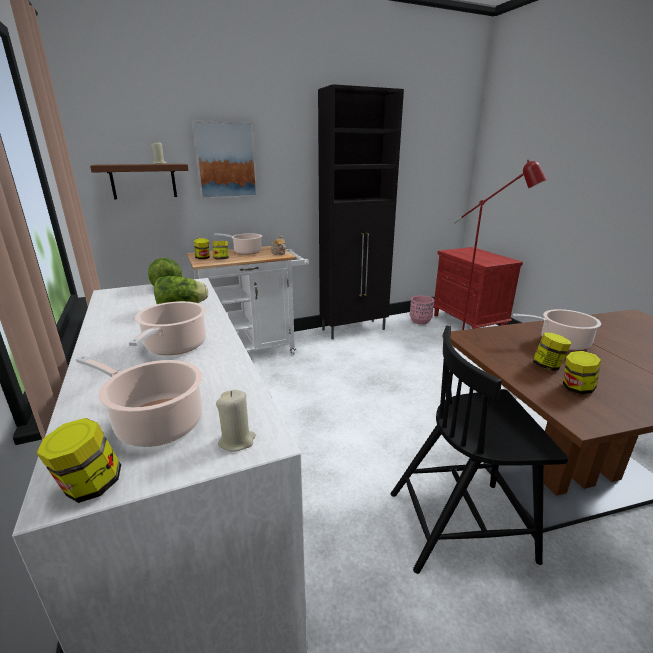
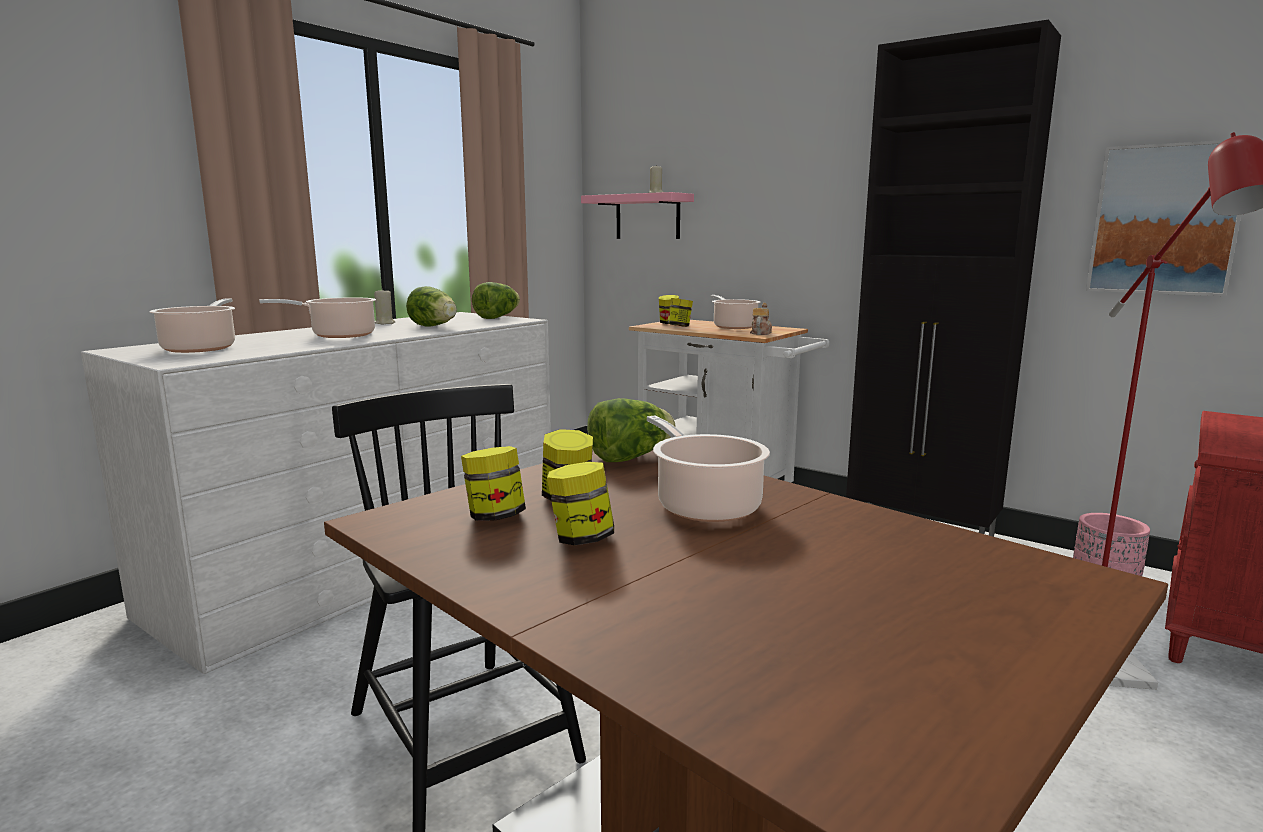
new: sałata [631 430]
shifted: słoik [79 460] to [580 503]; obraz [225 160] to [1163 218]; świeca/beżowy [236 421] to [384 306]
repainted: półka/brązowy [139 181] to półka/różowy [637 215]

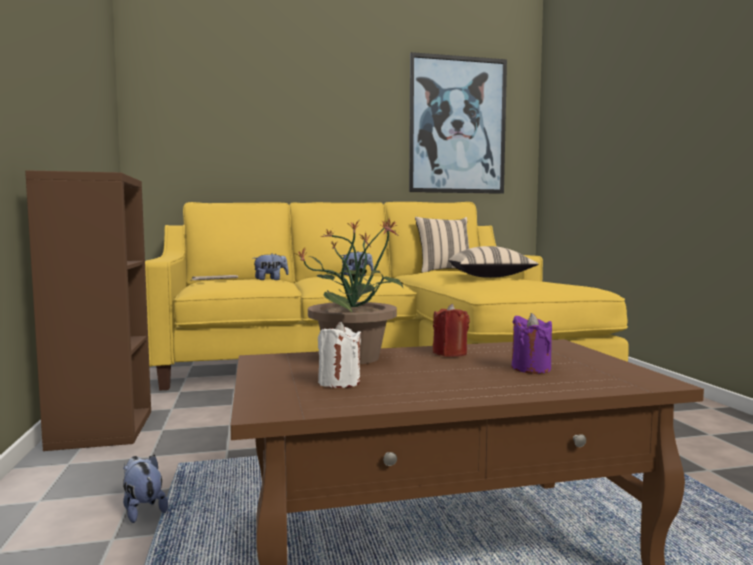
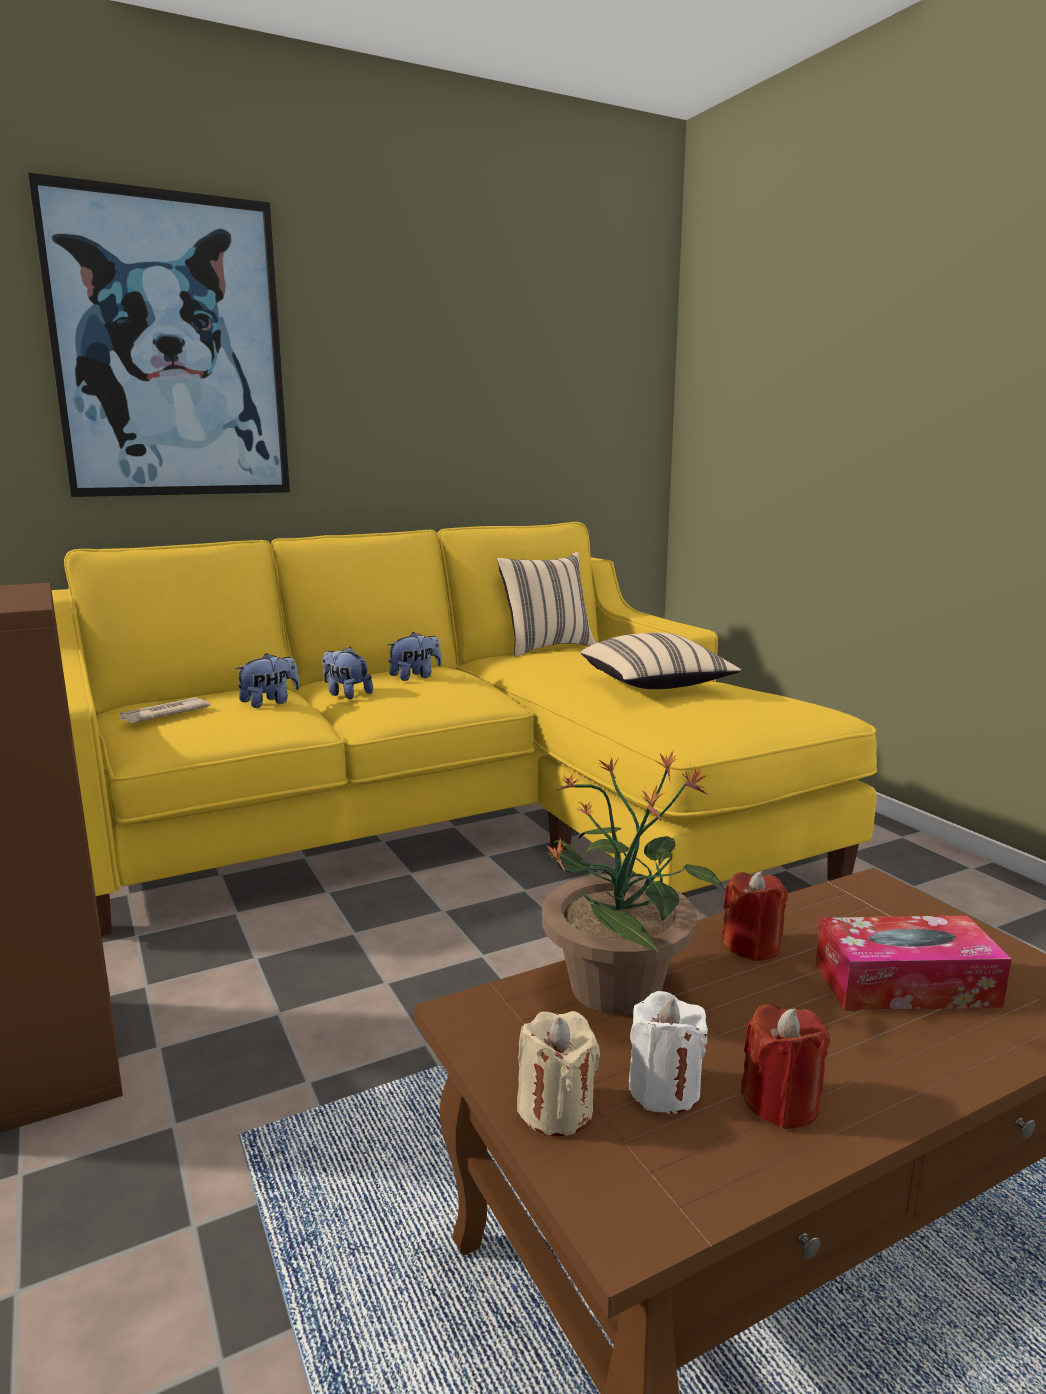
new: świeca/beżowy [558 1073]; świeca/czerwony [785 1066]
shifted: pluszak [145 489] to [347 673]; obraz [458 123] to [159 334]
swapped: świeca/fioletowy [531 343] to pudełko chusteczek [913 963]

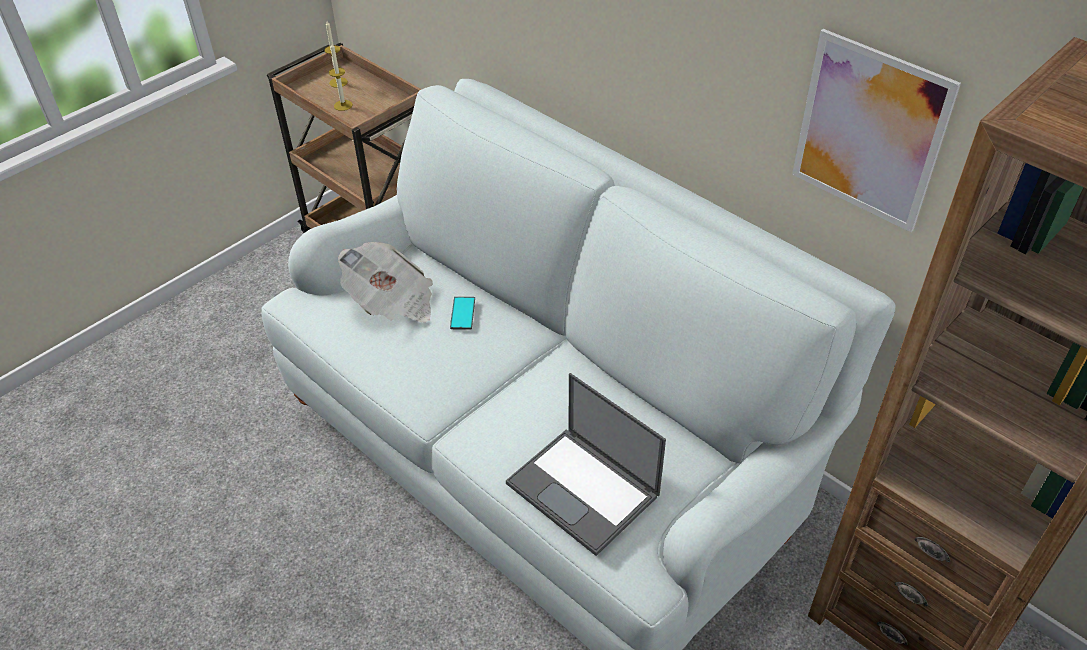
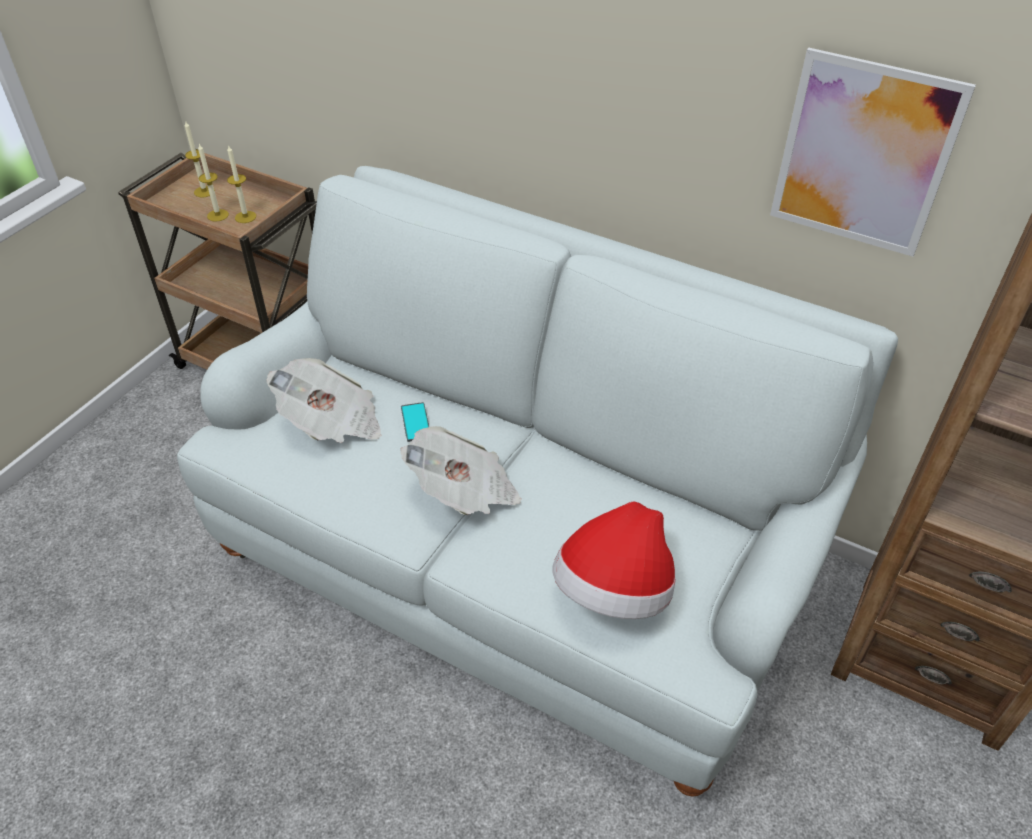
new: świeca [241 184]; gazeta [461 470]
swapped: laptop [586 464] to kapelusz [614 560]

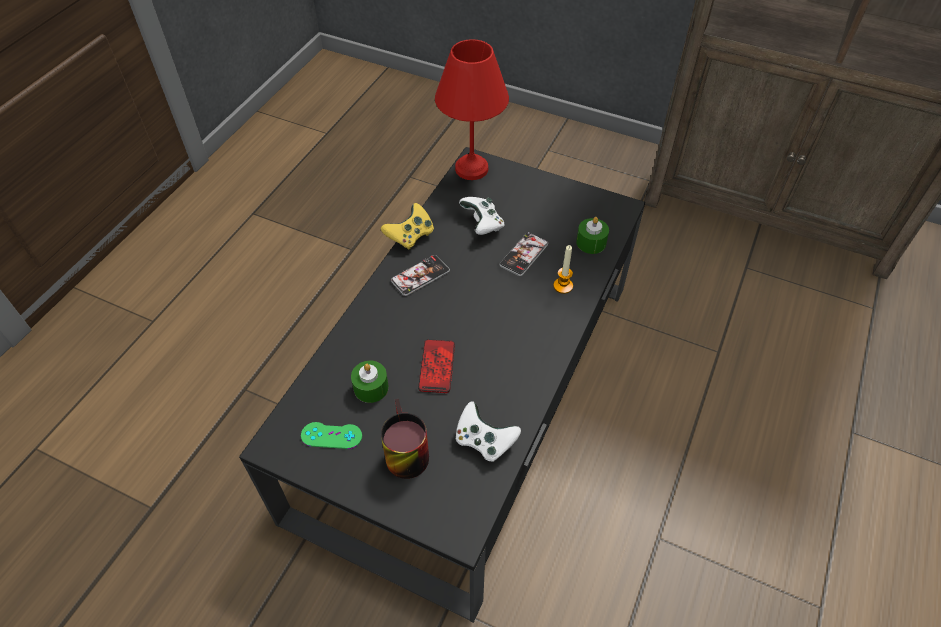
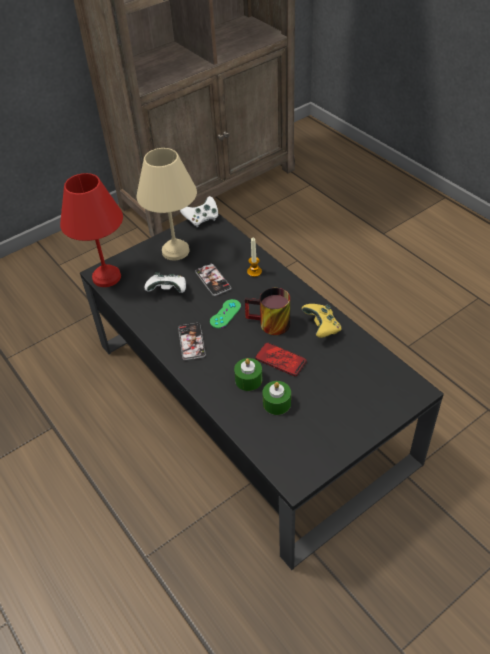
new: lampa stołowa/beżowy [167 204]
shifted: pad do gier/zielony [331 435] to [225 313]; pad do gier/żółty [407 226] to [321 321]; kubek [405 439] to [267 311]; pad do gier/biały [488 431] to [199 211]; świeca/zielony [592 235] to [248 374]

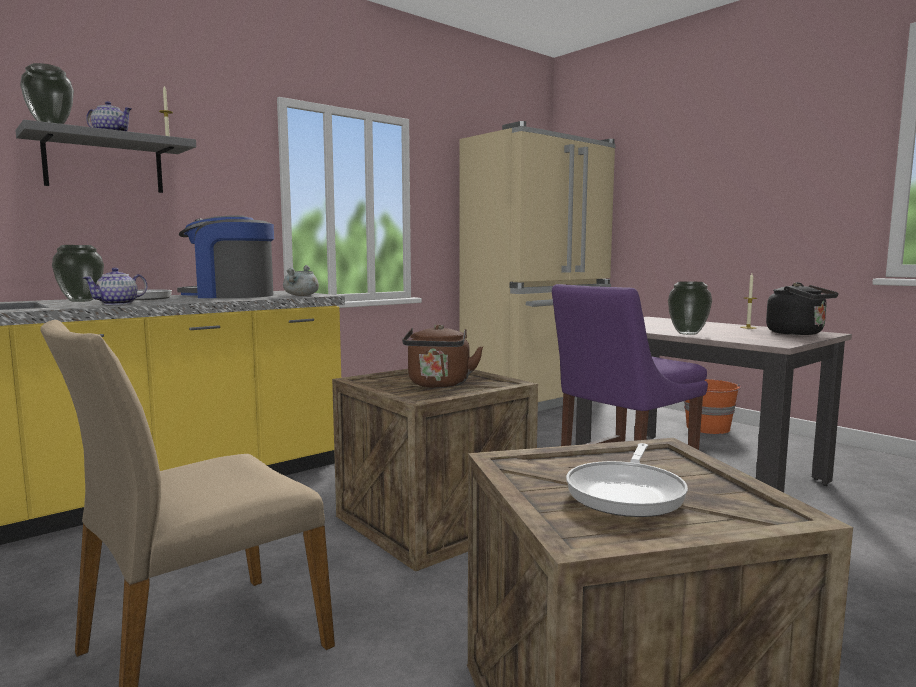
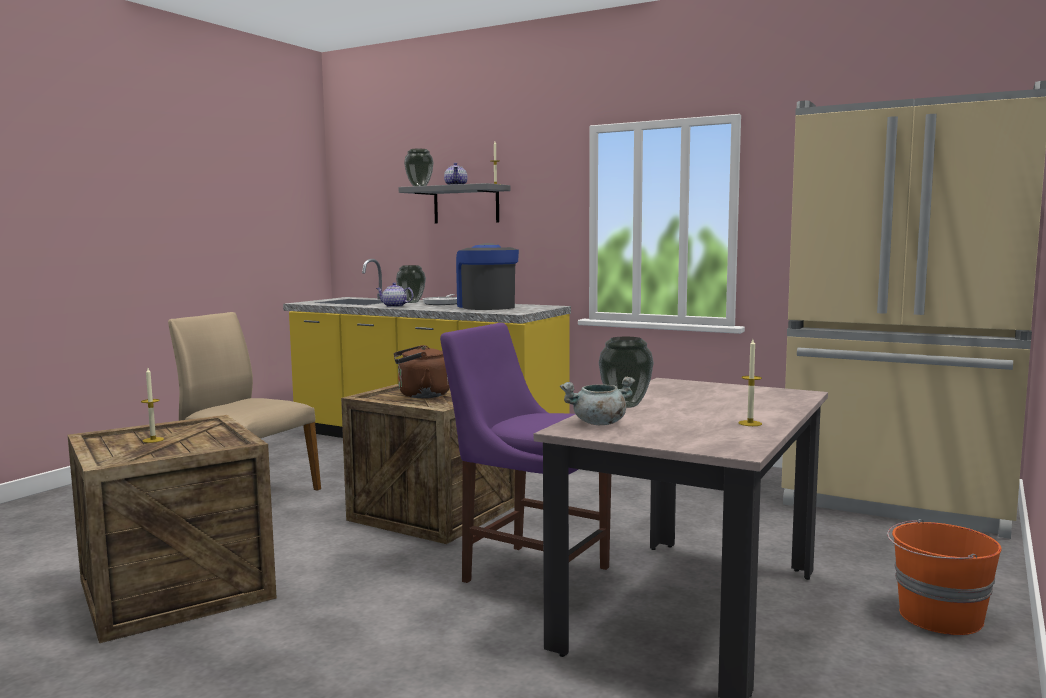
gone: czajnik/czarny [802 308]
shifted: garnek/szary [301 280] to [597 401]
swapped: patelnia [627 480] to świeca [152 405]

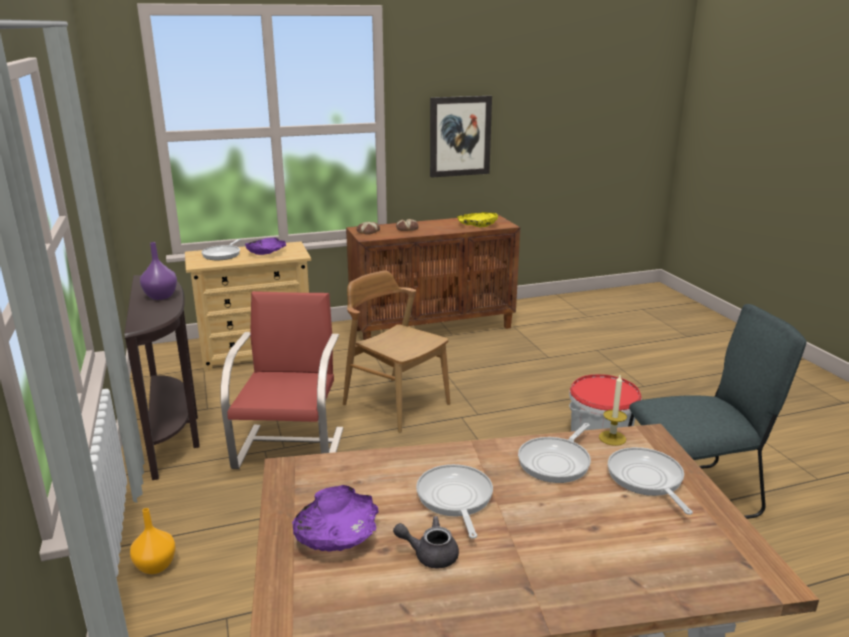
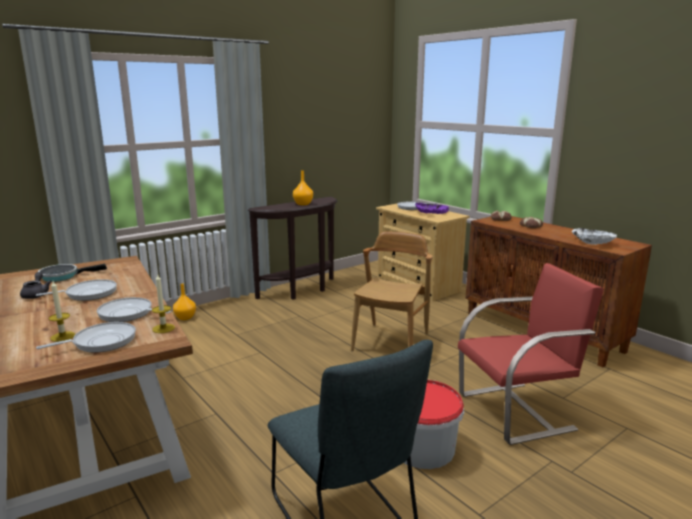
gone: obraz [461 137]
new: świeca [61 311]
shifted: krzesło/czerwony [282 380] to [531 354]
swapped: miska/fioletowy [335 518] to patelnia [72 272]
repainted: wazon/fioletowy [158 271] to wazon/pomarańczowy [303 187]; miska/żółty [477 219] to miska/biały [594 236]

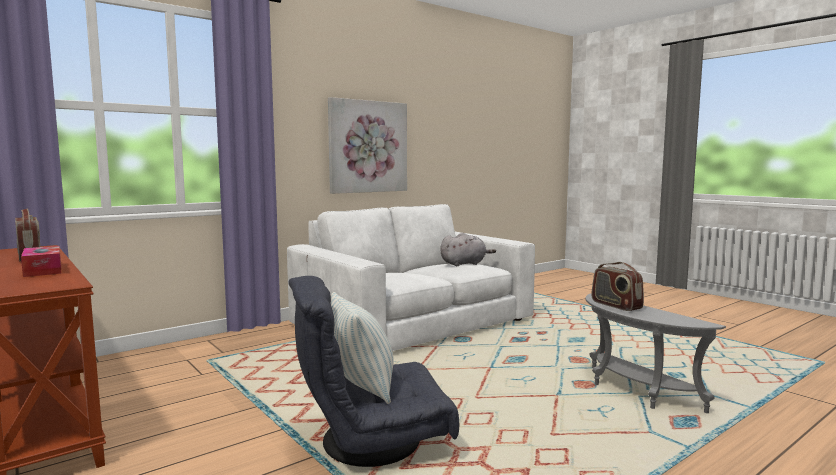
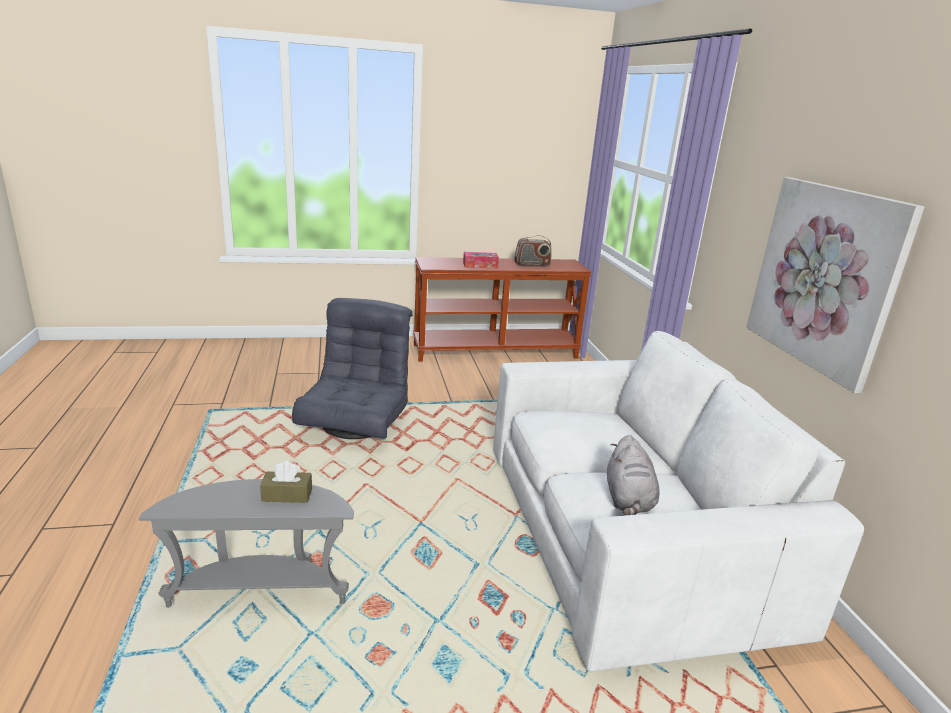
gone: poduszka [361 348]
swapped: radio [618 286] to pudełko chusteczek/brązowy [286 482]

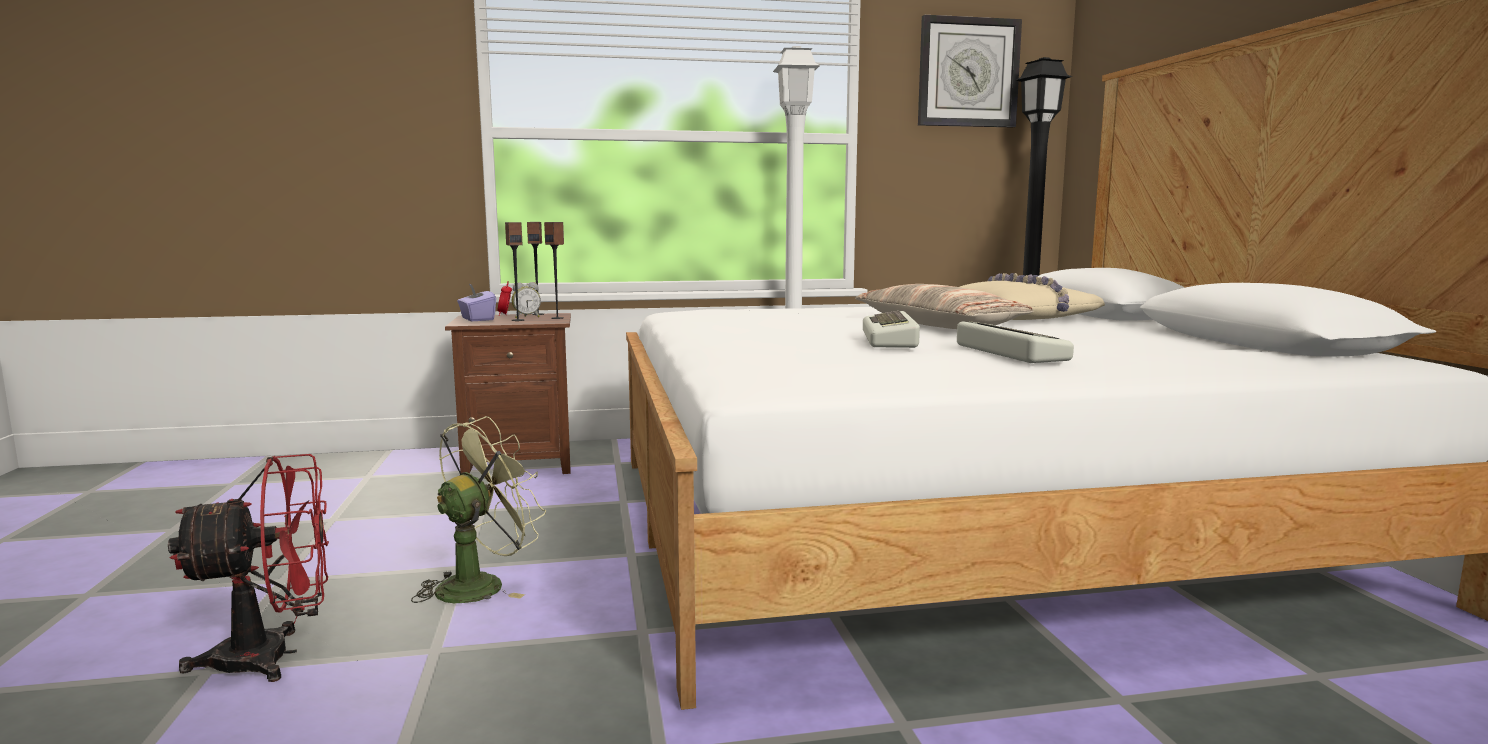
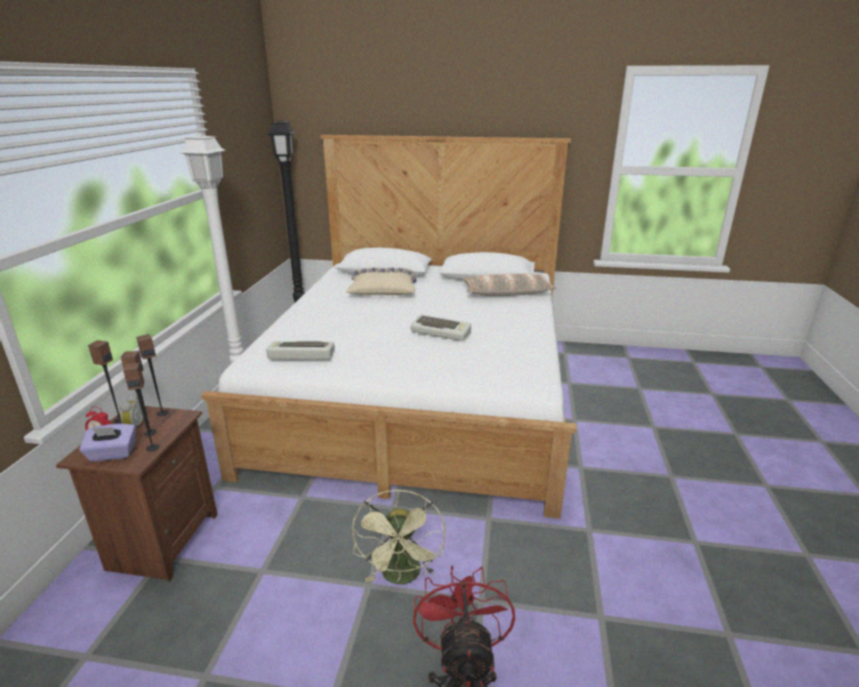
gone: zegar ścienny [970 71]
new: głośnik [141 406]
shifted: poduszka [944 306] to [509 284]; klawiatura [1015 342] to [300 350]
rotated: wentylator/zielony [478 509] = [399 537] 150 degrees counterclockwise

